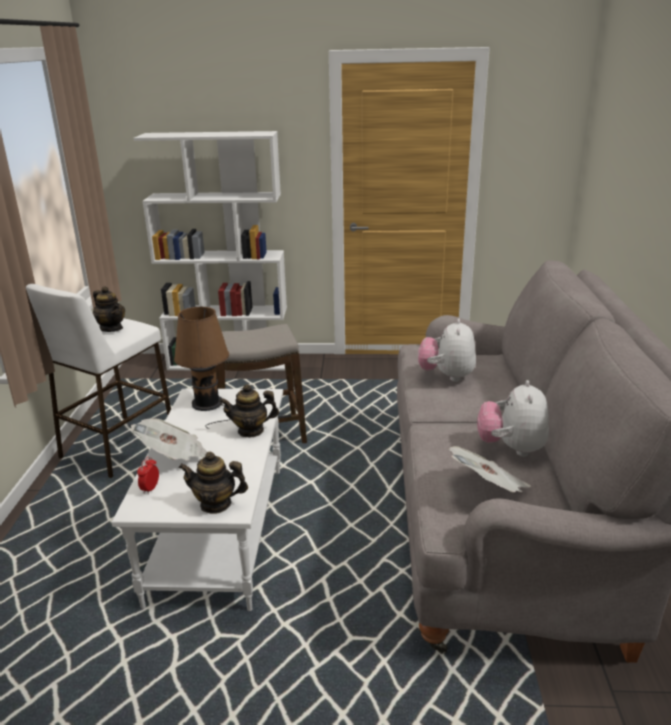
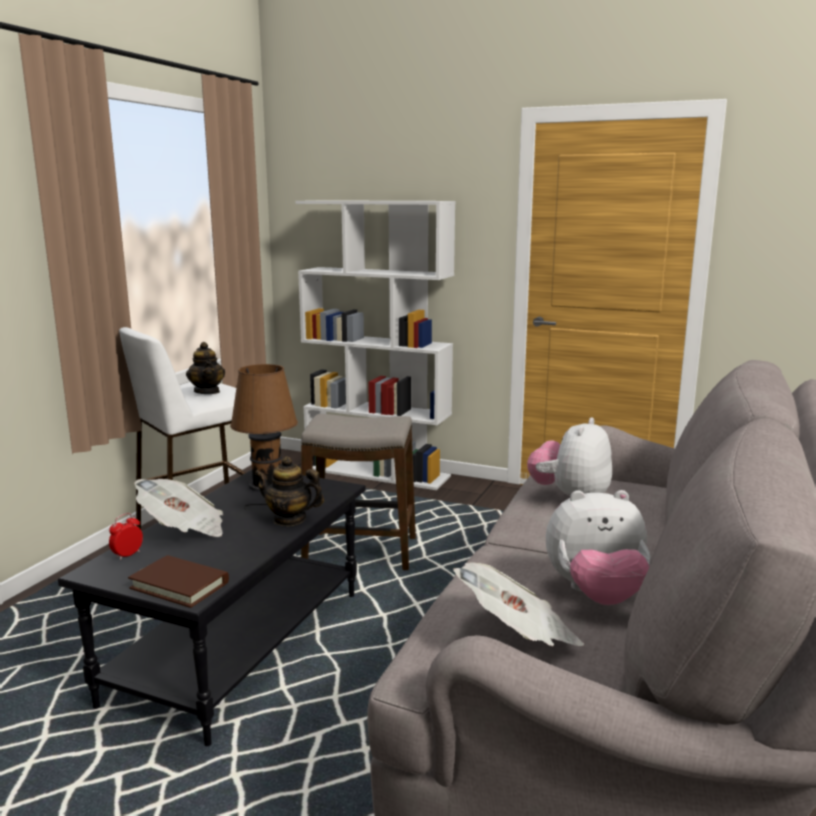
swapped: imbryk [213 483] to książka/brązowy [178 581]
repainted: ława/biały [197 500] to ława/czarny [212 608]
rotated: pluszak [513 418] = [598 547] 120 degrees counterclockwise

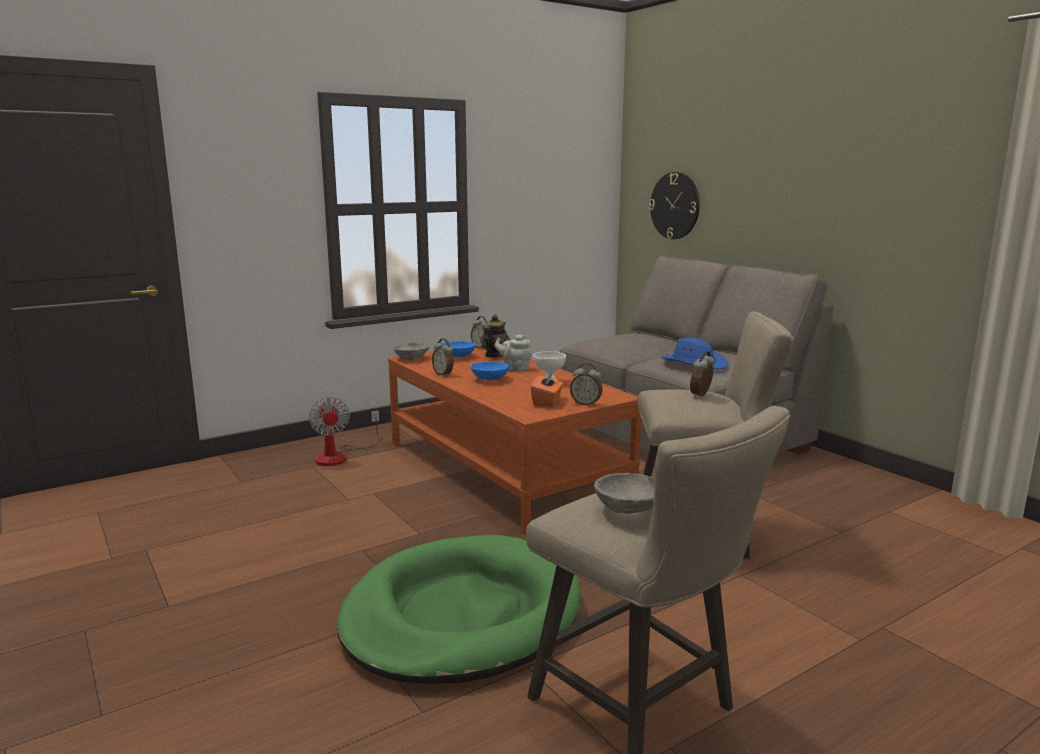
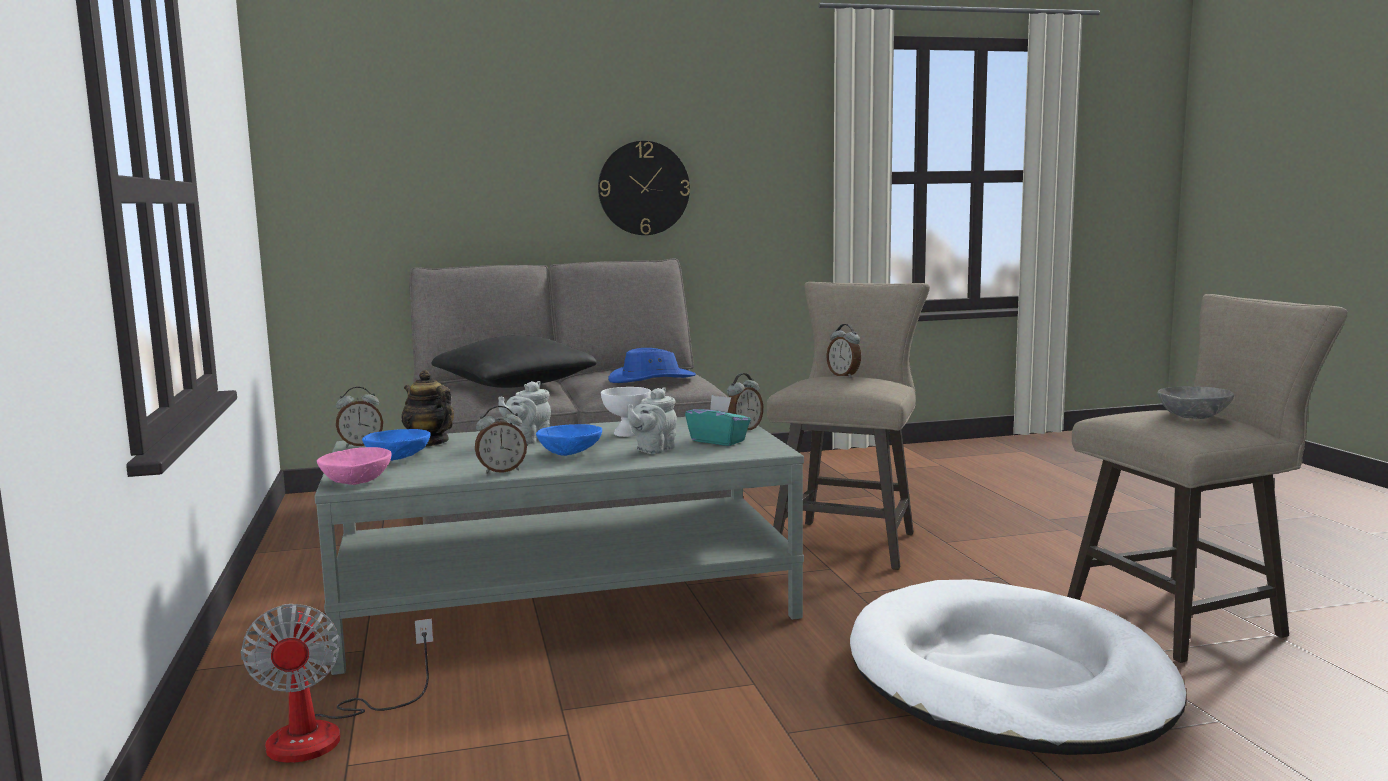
new: poduszka/czarny [514 361]; imbryk/szary [652 420]
shifted: zegar ścienny [674 205] to [644 188]
repainted: legowisko/zielony [459 609] to legowisko/biały [1018 667]; ława/brązowy [514 441] to ława/szary [559 546]; miska/szary [412 351] to miska/różowy [354 466]; pudełko chusteczek/pomarańczowy [547 389] to pudełko chusteczek/turkusowy [718 420]
rotated: wentylator [344 431] = [337 683] 75 degrees clockwise

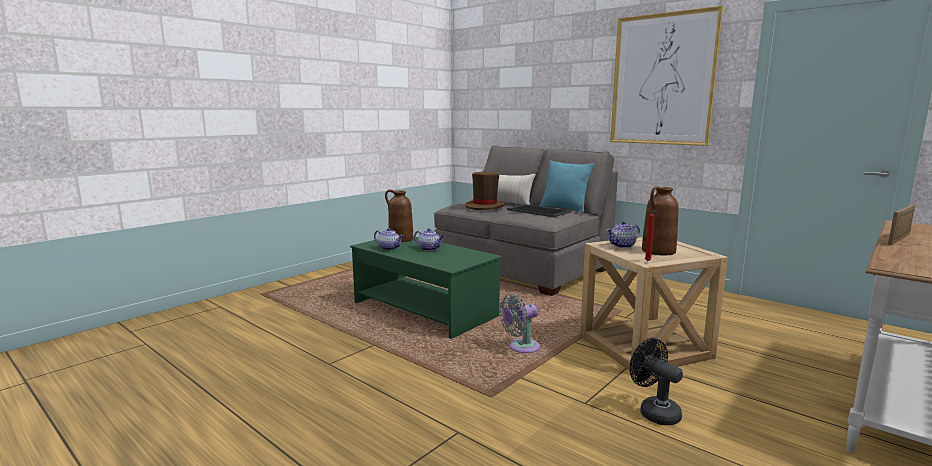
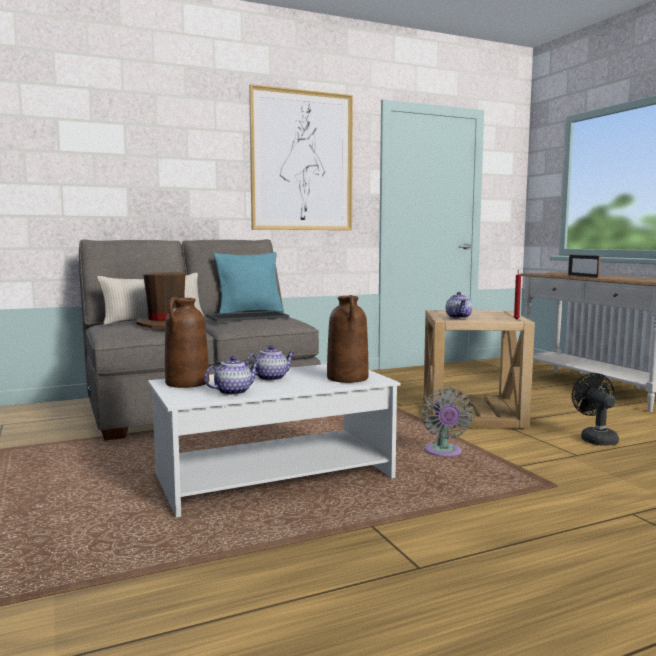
shifted: wazon/brązowy [660 220] to [347 339]
repainted: ława/zielony [426 287] to ława/biały [274 440]
rotated: wentylator/czarny [656 381] = [595 409] 90 degrees clockwise

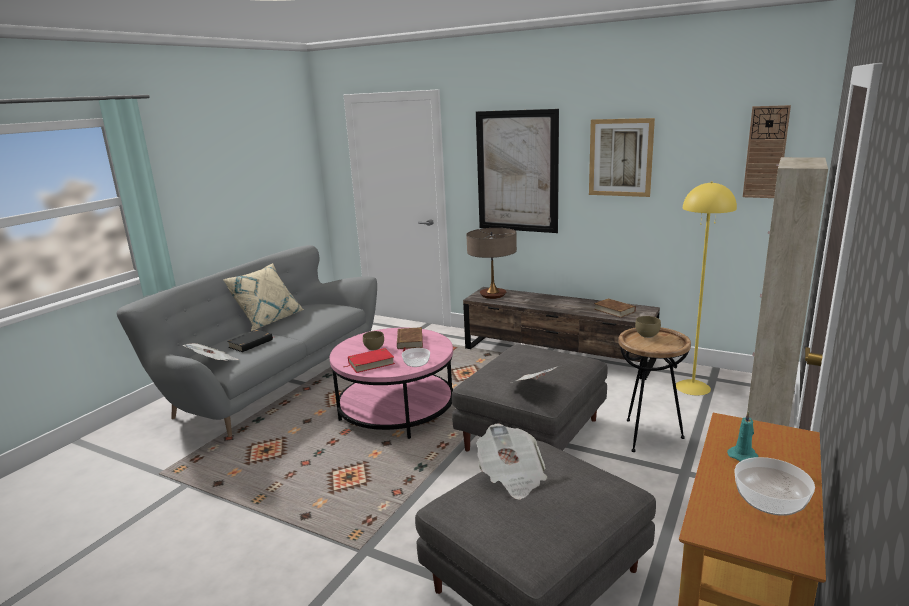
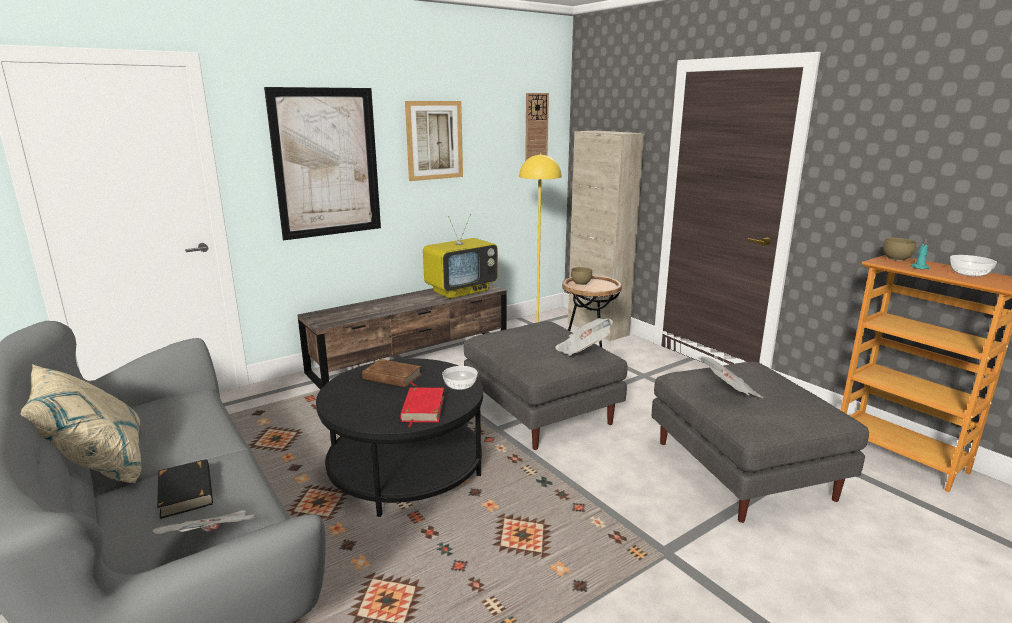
gone: lampa stołowa [491 263]
shifted: miska/brązowy [373 341] to [899 249]
swapped: książka/brązowy [615 308] to telewizor [460 256]
repainted: ława/różowy [391 383] to ława/czarny [399 437]

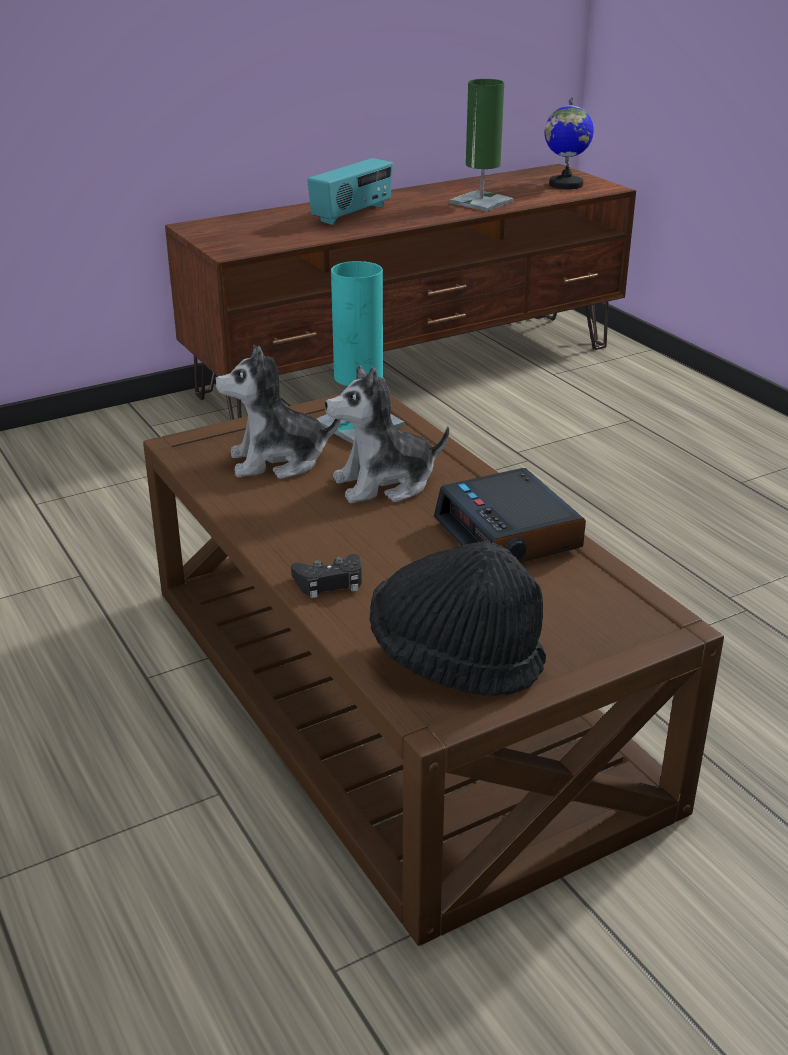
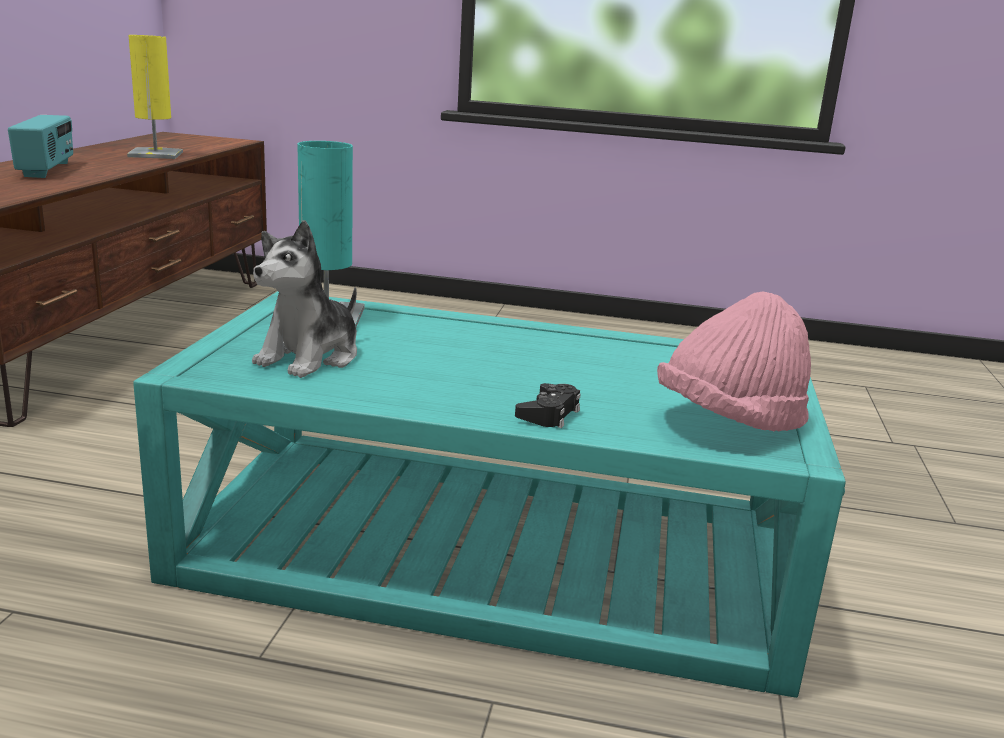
gone: pluszak [387 434]; budzik [510 515]; globus [569 143]
repainted: ława/brązowy [433 670] to ława/turkusowy [489 494]; kapelusz/czarny [457 618] to kapelusz/różowy [734 361]; lampa stołowa/zielony [482 145] to lampa stołowa/żółty [155 97]

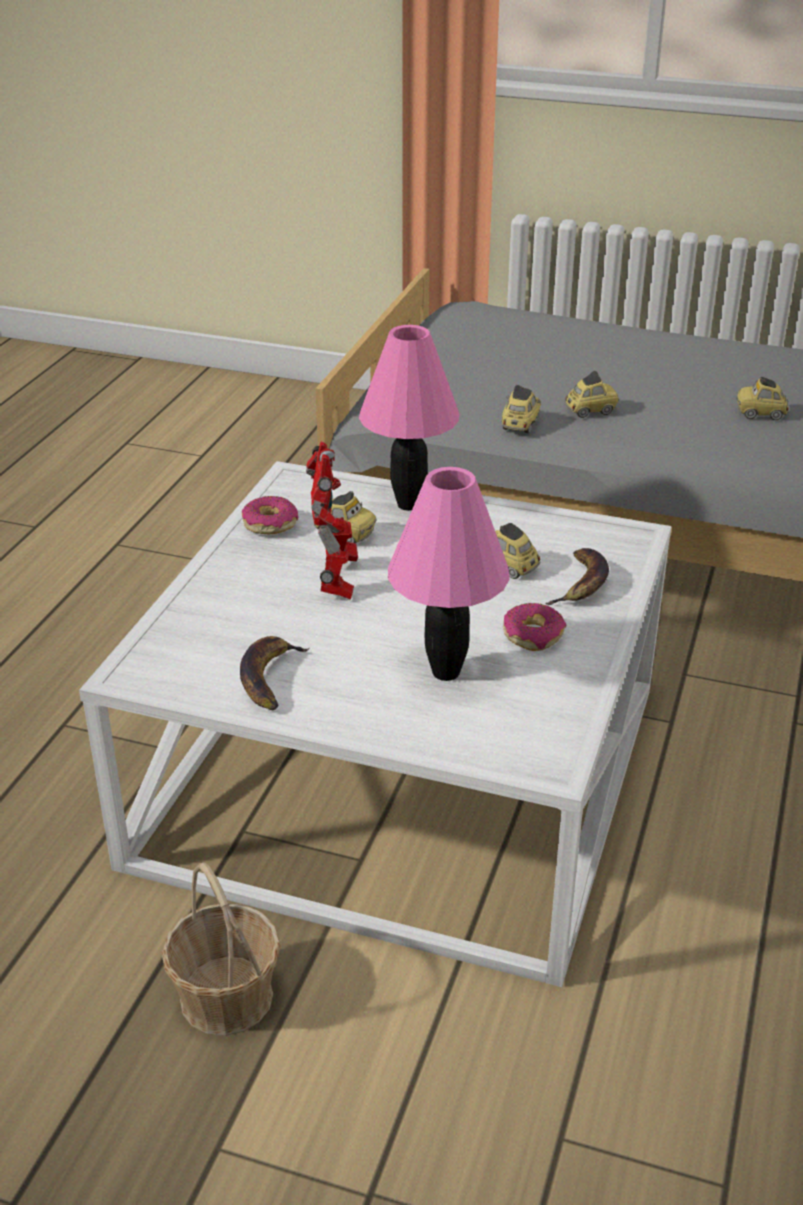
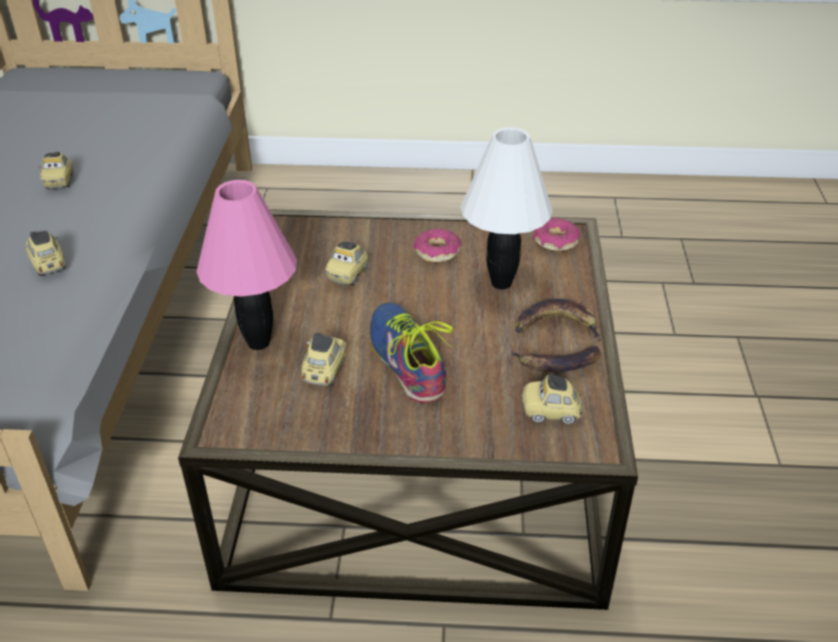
gone: koszyk [221 949]
shifted: donut [270 515] to [556 234]; samochodzik [521 409] to [553 399]; banan [577 576] to [558 320]
swapped: robot zabawkowy [332 520] to but [411 352]
repainted: ława/biały [375 724] to ława/brązowy [408 409]; lampa stołowa/różowy [449 574] to lampa stołowa/biały [506 208]

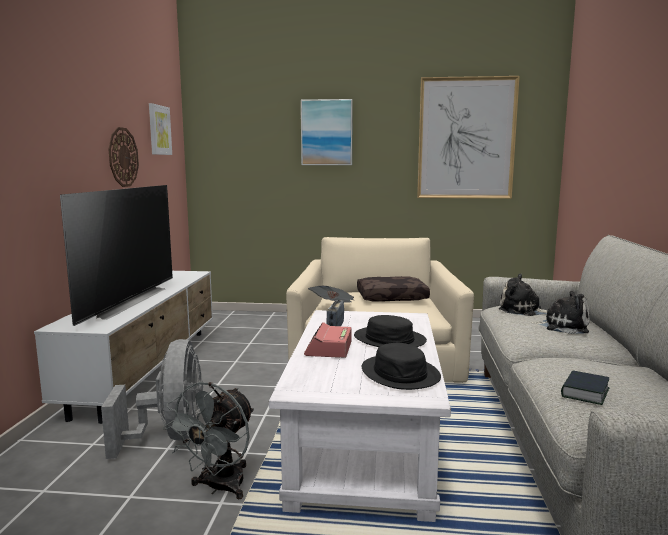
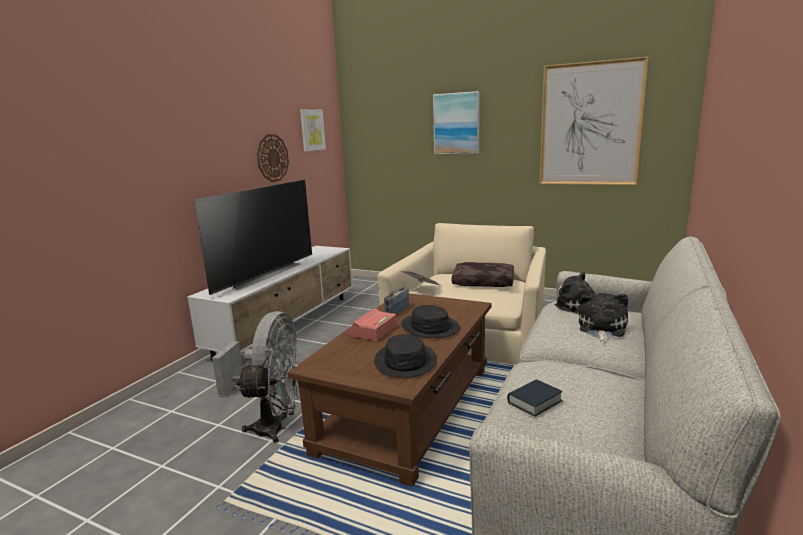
repainted: ława/biały [360 416] to ława/brązowy [390 390]
rotated: wentylator/szary [208 440] = [268 394] 135 degrees counterclockwise; pluszak [560 312] = [603 318] 105 degrees counterclockwise

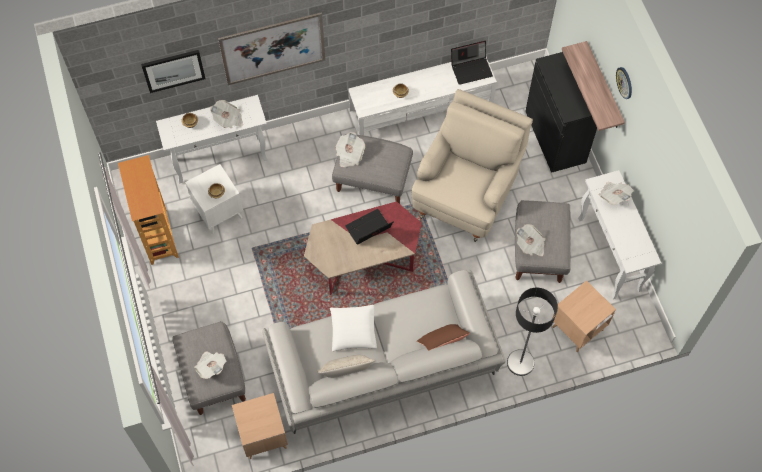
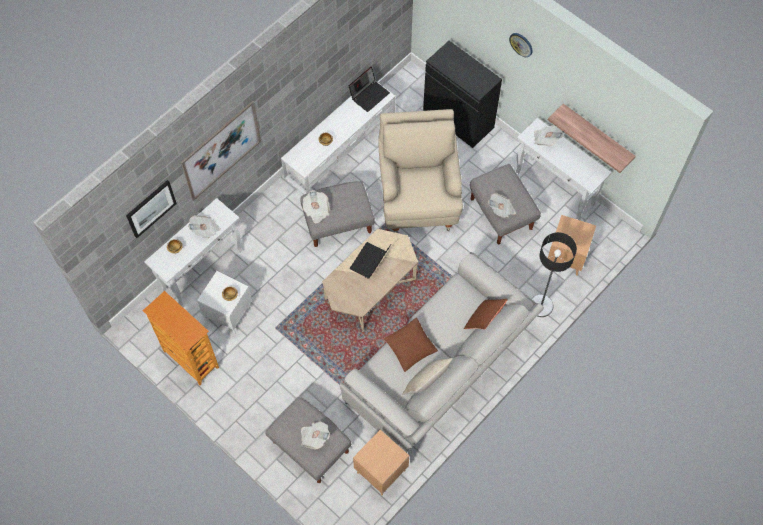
shifted: półka [593 86] to [592 138]
repainted: ława/czerwony [363 248] to ława/beżowy [370 280]; poduszka/biały [353 328] to poduszka/brązowy [410 345]

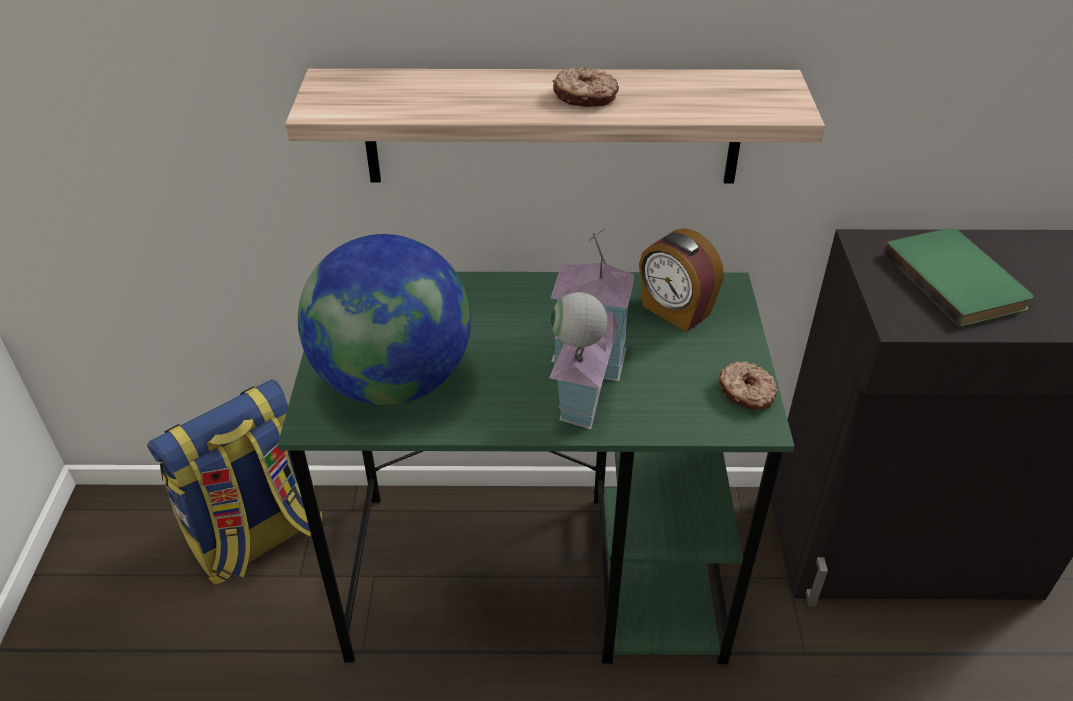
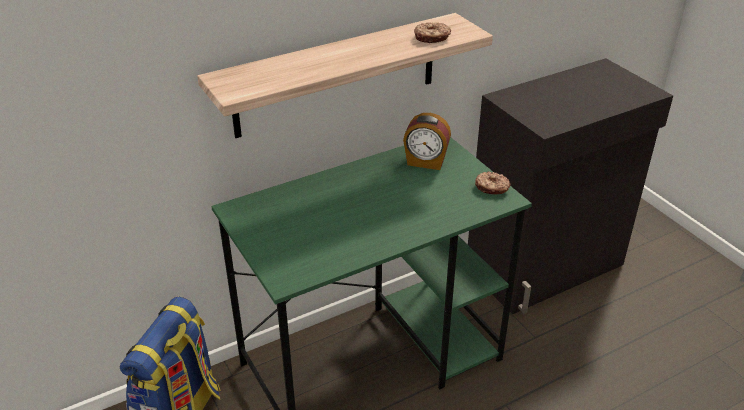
gone: globus [384 319]; domek [591 328]; książka/zielony [958 277]
shifted: donut [586 87] to [432 32]

